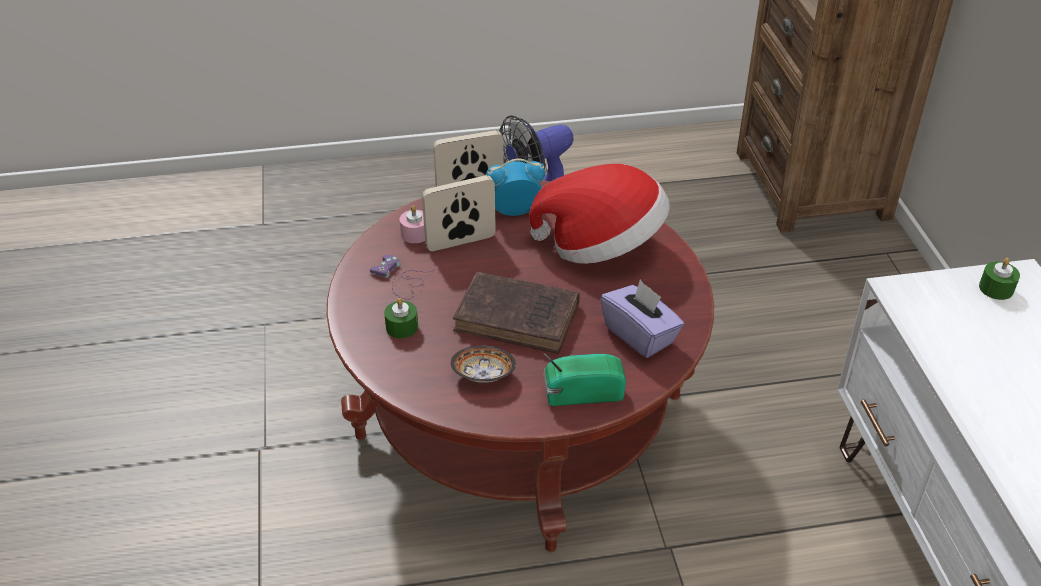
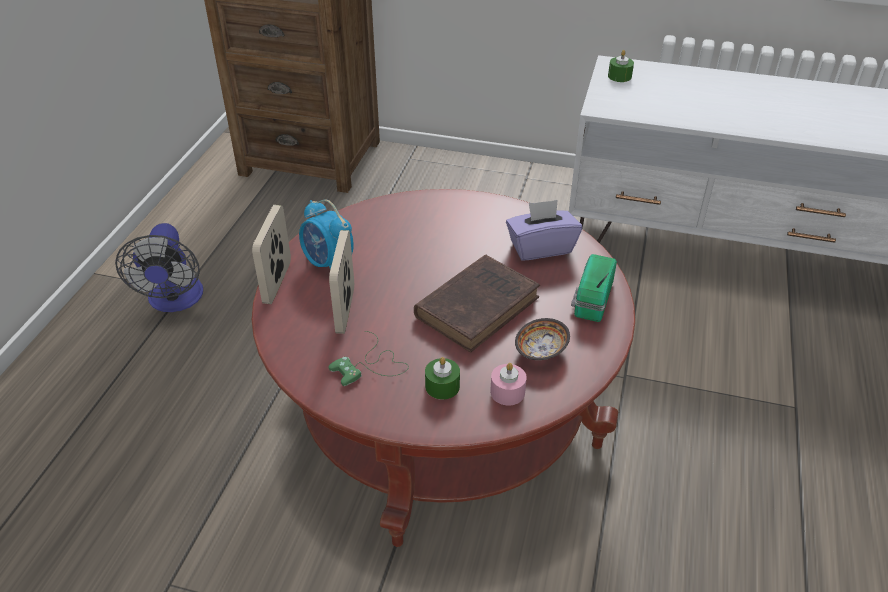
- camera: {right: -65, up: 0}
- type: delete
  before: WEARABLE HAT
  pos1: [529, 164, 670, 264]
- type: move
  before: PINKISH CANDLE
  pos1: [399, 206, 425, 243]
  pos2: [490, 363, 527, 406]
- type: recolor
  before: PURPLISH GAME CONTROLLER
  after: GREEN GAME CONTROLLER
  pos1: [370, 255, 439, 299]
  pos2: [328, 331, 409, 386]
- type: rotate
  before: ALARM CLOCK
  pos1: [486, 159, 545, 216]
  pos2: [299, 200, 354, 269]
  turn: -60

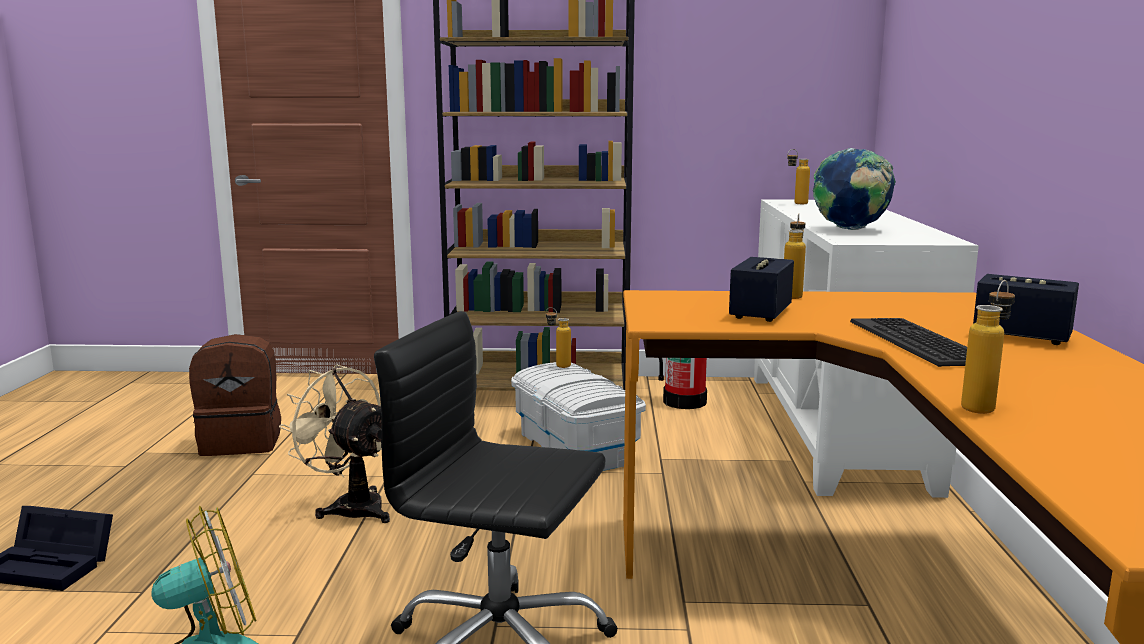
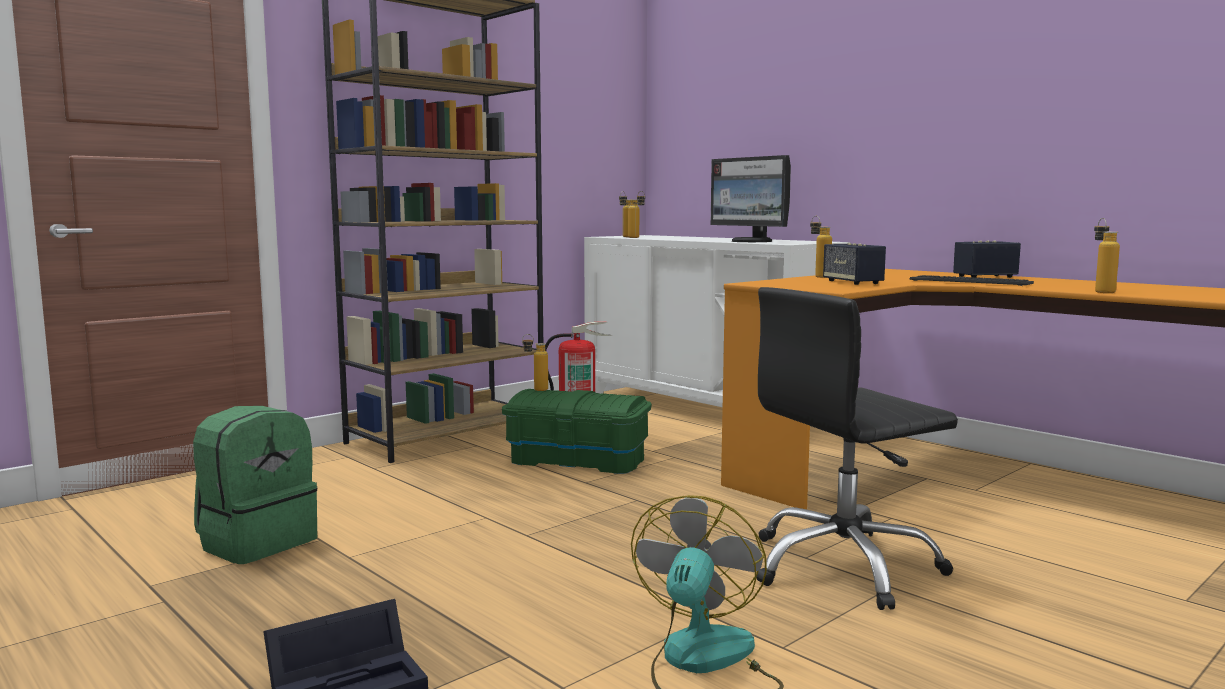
- camera: {right: -45, up: -5}
- type: delete
  before: BEIGE-COLOURED ELECTRIC FAN
  pos1: [279, 365, 390, 523]
- type: insert
  after: BOTTLE
  pos2: [628, 191, 645, 238]
- type: replace
  before: WORLD GLOBE
  after: COMPUTER DISPLAY
  pos1: [813, 148, 896, 230]
  pos2: [710, 155, 791, 242]
- type: recolor
  before: BROWN RUCKSACK
  after: GREEN RUCKSACK
  pos1: [189, 334, 281, 456]
  pos2: [193, 406, 317, 564]
- type: recolor
  before: WHITE-COLOURED STORAGE BOX
  after: GREEN STORAGE BOX
  pos1: [511, 362, 646, 471]
  pos2: [502, 389, 652, 474]

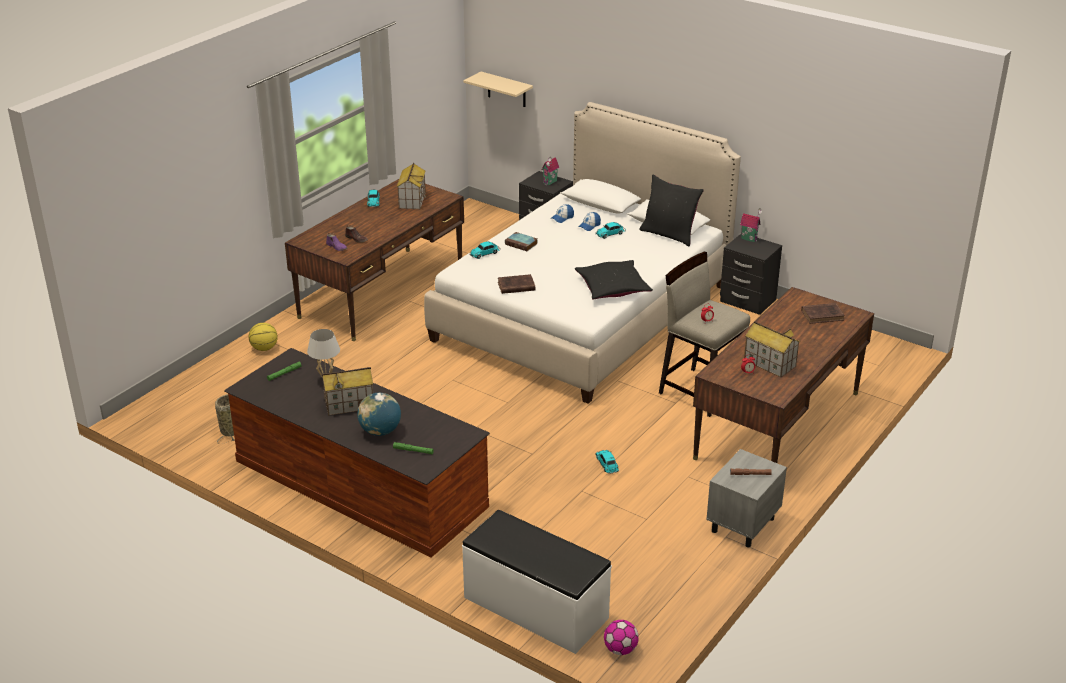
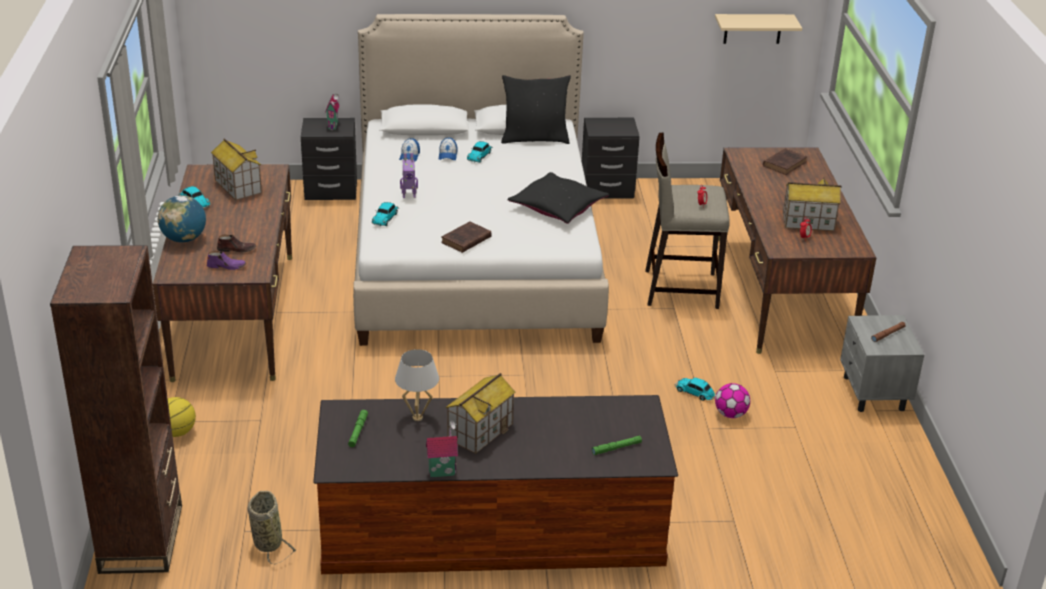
- camera: {right: -40, up: 0}
- type: delete
  before: WHITE-COLOURED LONG SEAT
  pos1: [462, 510, 612, 654]
- type: insert
  after: BROWN BOOKCASE
  pos2: [50, 245, 182, 574]
- type: move
  before: WORLD GLOBE
  pos1: [357, 393, 401, 436]
  pos2: [158, 195, 206, 243]
- type: move
  before: BEIGE-COLOURED BRACKET SHELF
  pos1: [463, 72, 533, 107]
  pos2: [715, 14, 802, 44]
- type: move
  before: BALL FOR FOOTBALL
  pos1: [604, 620, 639, 655]
  pos2: [715, 383, 750, 418]
- type: move
  before: MODEL HOUSE
  pos1: [740, 208, 762, 242]
  pos2: [426, 420, 458, 477]
- type: replace
  before: BOUND BOOK
  after: MODEL ROBOT
  pos1: [505, 232, 538, 251]
  pos2: [400, 153, 418, 198]

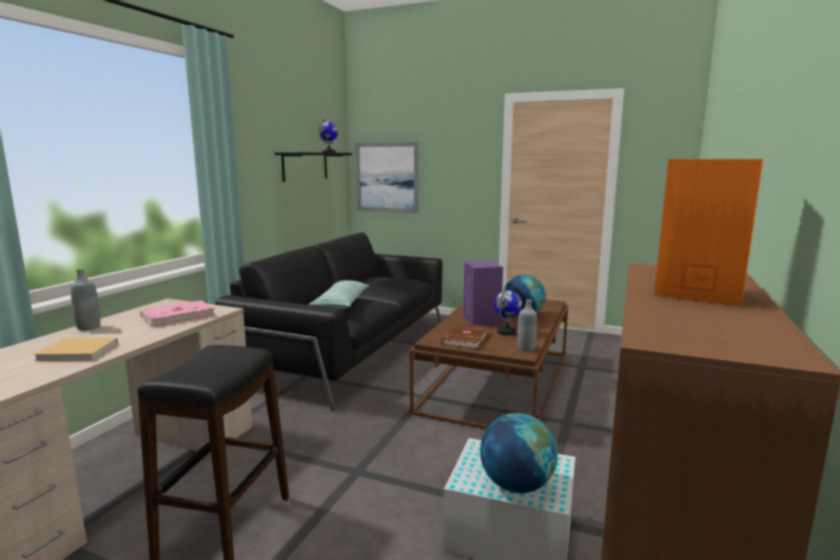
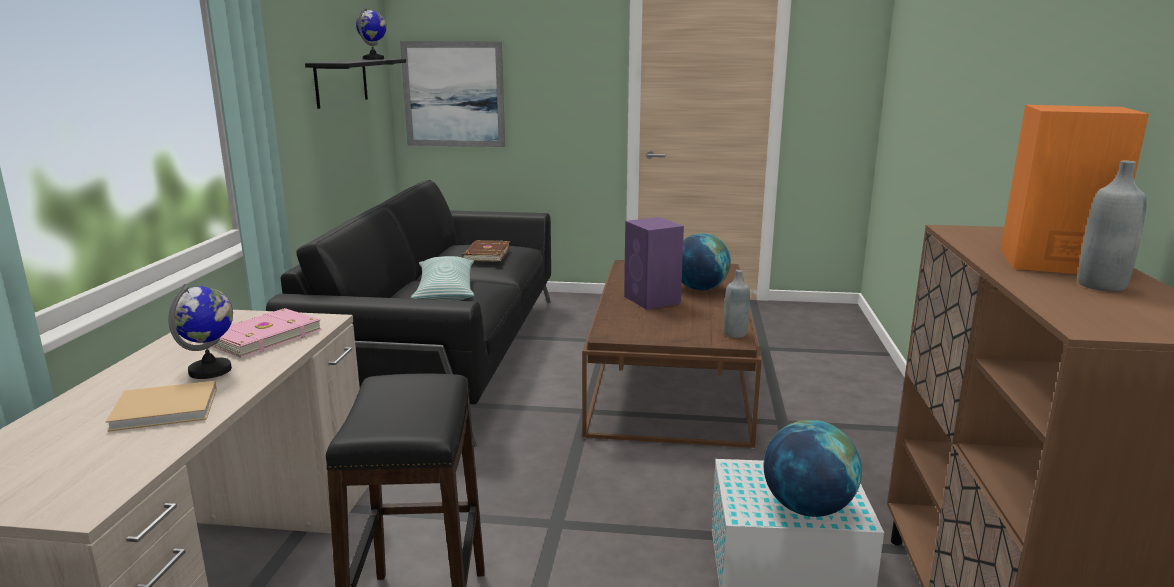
- camera: {right: -15, up: 5}
- type: move
  before: GREYISH BOTTLE
  pos1: [70, 269, 101, 330]
  pos2: [1078, 161, 1147, 292]
- type: move
  before: BROWN BOUND BOOK
  pos1: [442, 323, 489, 349]
  pos2: [462, 240, 511, 262]
- type: move
  before: WORLD GLOBE
  pos1: [495, 289, 522, 335]
  pos2: [168, 284, 233, 379]

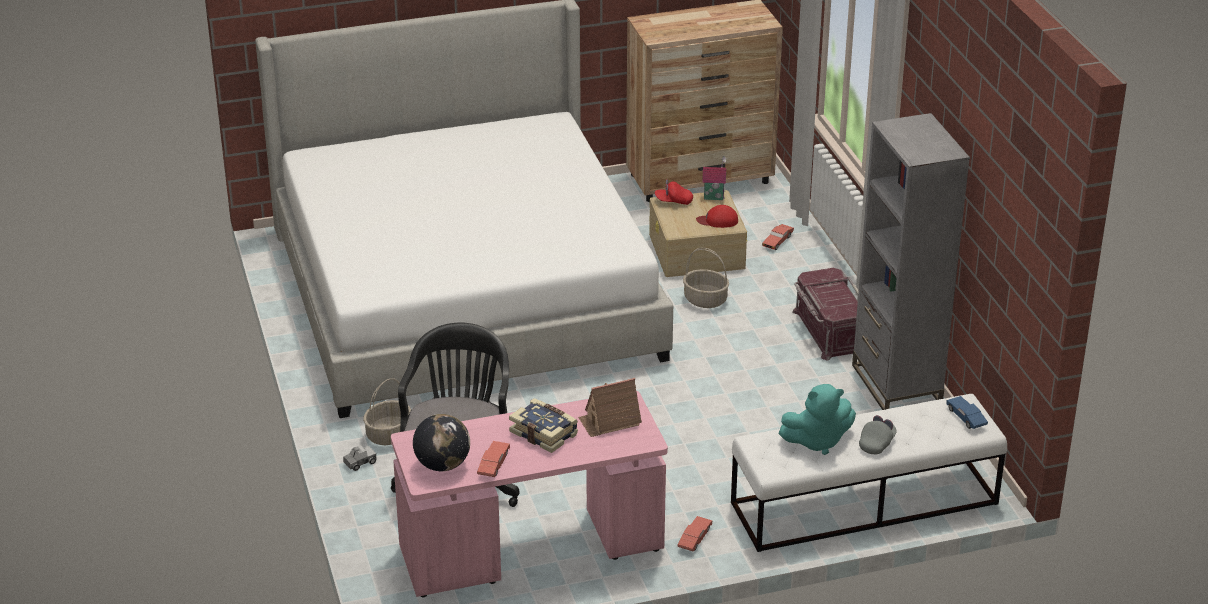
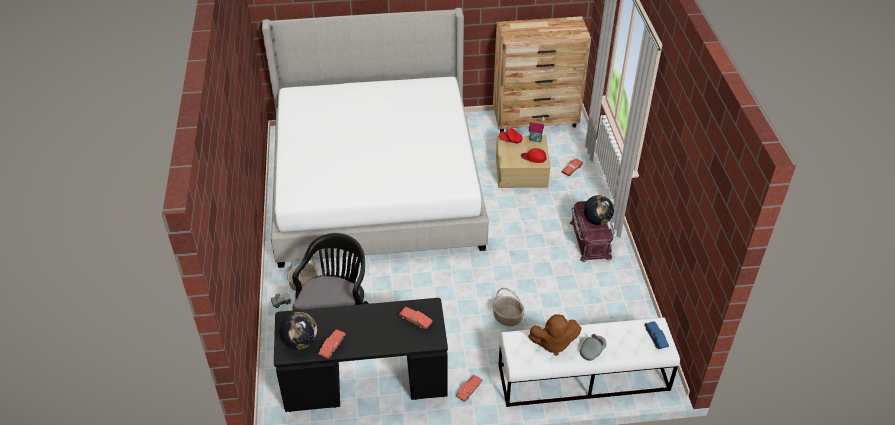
- camera: {right: 10, up: 10}
- type: delete
  before: BOUND BOOK
  pos1: [509, 398, 578, 453]
- type: delete
  before: GREYISH BOOKCASE
  pos1: [852, 113, 970, 410]
- type: insert
  after: WORLD GLOBE
  pos2: [584, 195, 614, 225]
- type: move
  before: HOUSEHOLD BASKET
  pos1: [683, 248, 729, 308]
  pos2: [493, 288, 524, 326]
- type: replace
  before: MODEL HOUSE
  after: RED-COLOURED TOY CAR
  pos1: [578, 378, 642, 437]
  pos2: [399, 307, 433, 329]
- type: recolor
  before: PINKISH DESK UNIT
  after: BLACKISH DESK UNIT
  pos1: [391, 391, 668, 597]
  pos2: [274, 298, 448, 412]
- type: recolor
  before: BLUE-GREEN CUDDLY TOY
  after: BROWN CUDDLY TOY
  pos1: [778, 384, 856, 455]
  pos2: [528, 314, 582, 356]

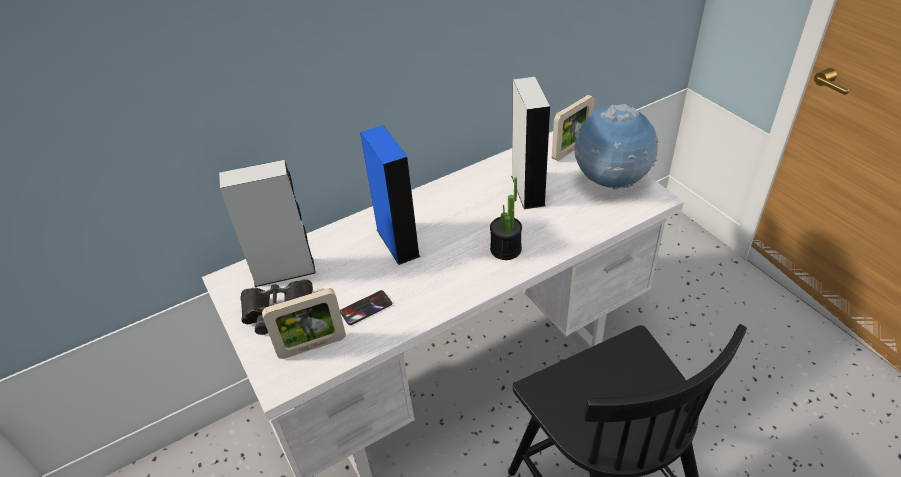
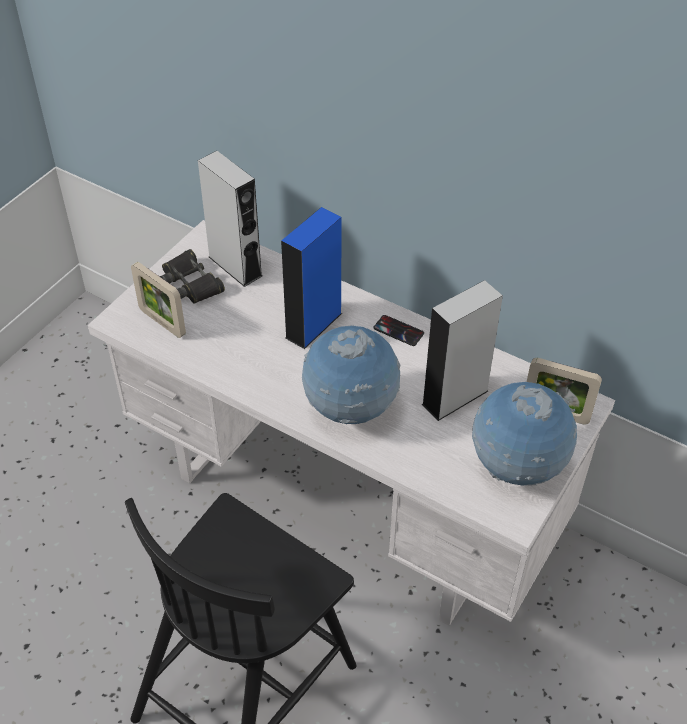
- camera: {right: 60, up: 5}
- type: move
  before: PHONE
  pos1: [340, 290, 392, 325]
  pos2: [373, 315, 424, 346]
- type: replace
  before: PLANT IN A POT
  after: WORLD GLOBE
  pos1: [490, 177, 522, 260]
  pos2: [302, 325, 401, 425]

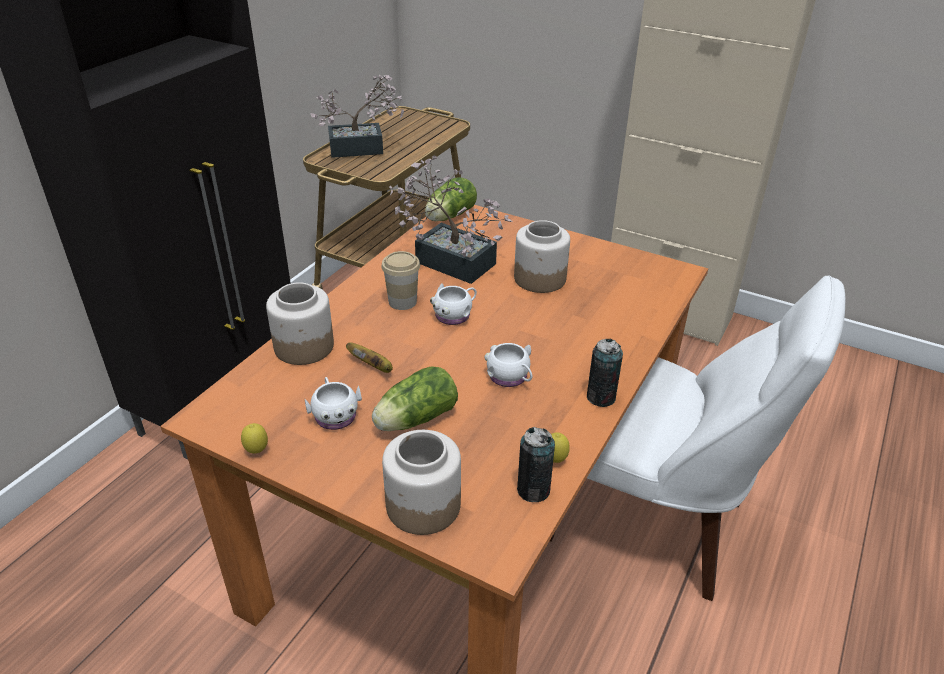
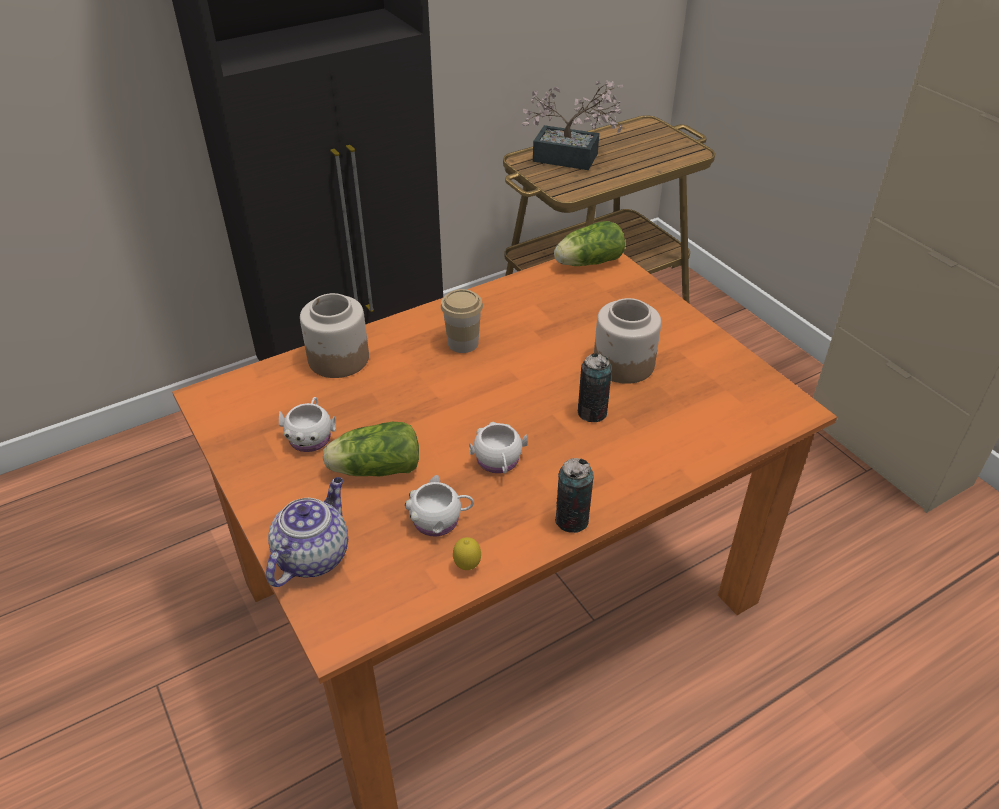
- camera: {right: 30, up: 5}
- type: delete
  before: WHOLE LEMON
  pos1: [241, 423, 268, 453]
- type: delete
  before: BANANA
  pos1: [346, 342, 393, 373]
- type: delete
  before: PLANT IN A POT
  pos1: [389, 156, 512, 284]
- type: delete
  before: WHITE-COLOURED PLAIN CHAIR
  pos1: [550, 275, 845, 601]
- type: move
  before: WHITE-COLOURED TEA MUG
  pos1: [430, 283, 477, 325]
  pos2: [405, 475, 474, 537]
- type: move
  before: SEALED CAN
  pos1: [517, 427, 555, 502]
  pos2: [578, 353, 612, 422]
- type: replace
  before: PRESERVE JAR
  after: POT FOR TEA
  pos1: [382, 430, 461, 535]
  pos2: [266, 477, 348, 587]

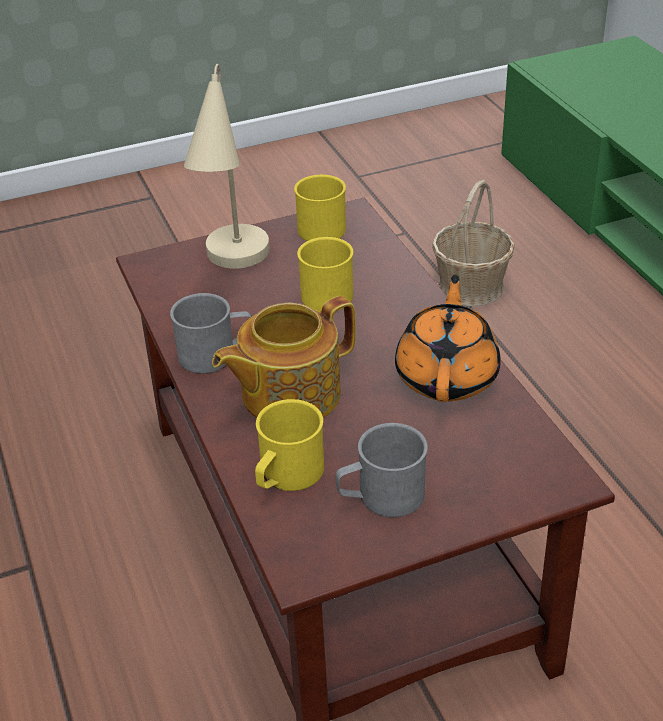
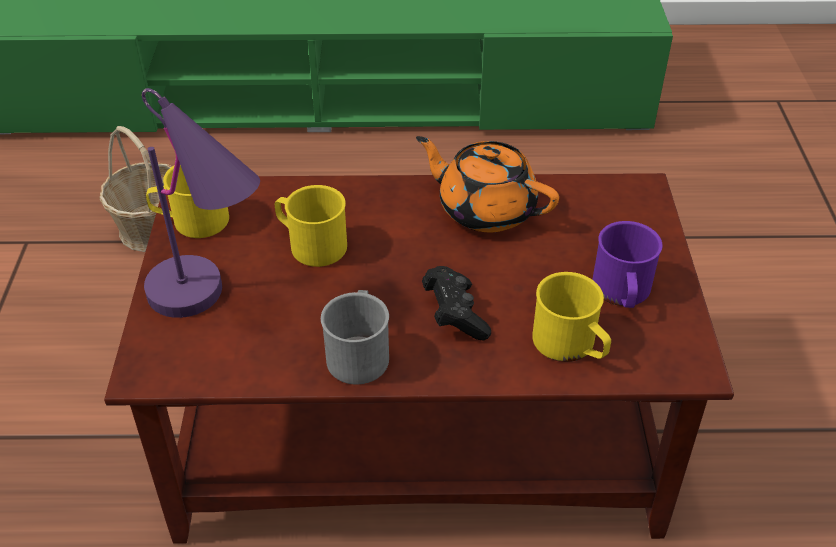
- camera: {right: -70, up: 5}
- type: replace
  before: POT FOR TEA
  after: BLACKISH GAME CONTROLLER
  pos1: [212, 296, 356, 418]
  pos2: [422, 266, 491, 341]
- type: recolor
  before: BEIGE-COLOURED LAMP FOR A TABLE
  after: PURPLISH LAMP FOR A TABLE
  pos1: [184, 64, 270, 269]
  pos2: [142, 88, 260, 318]
- type: recolor
  before: GREYISH TEA MUG
  after: PURPLISH TEA MUG
  pos1: [336, 423, 428, 517]
  pos2: [592, 221, 663, 308]

